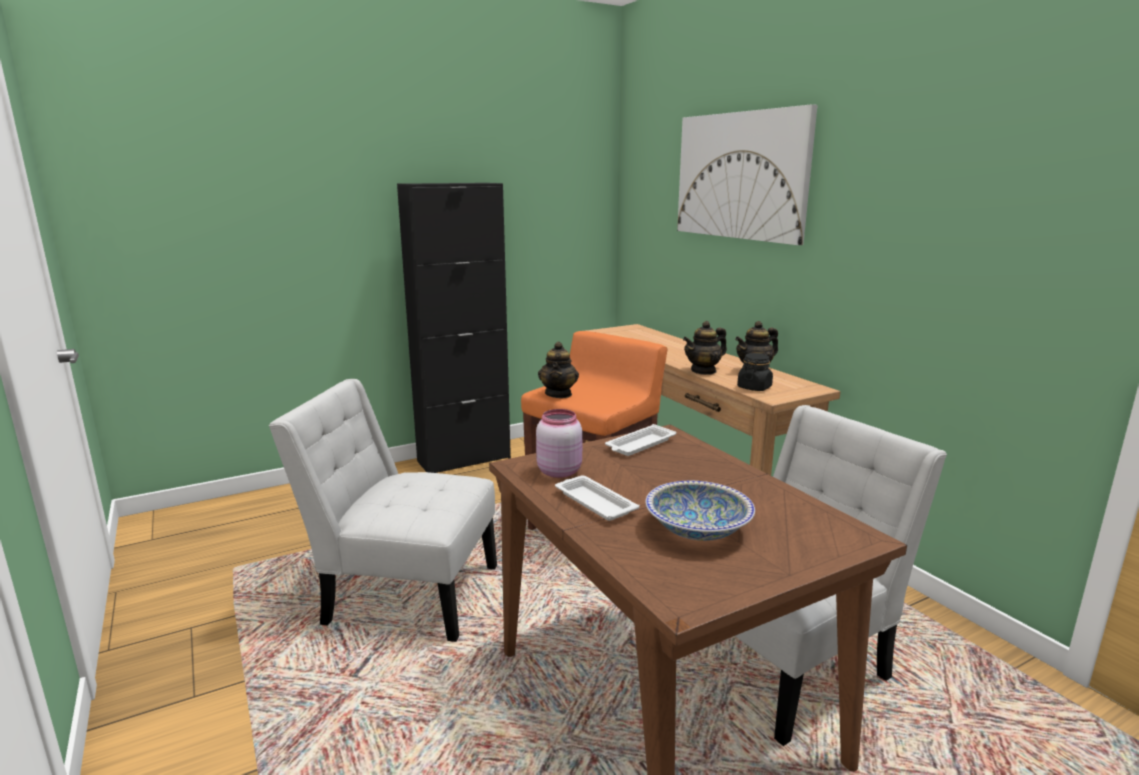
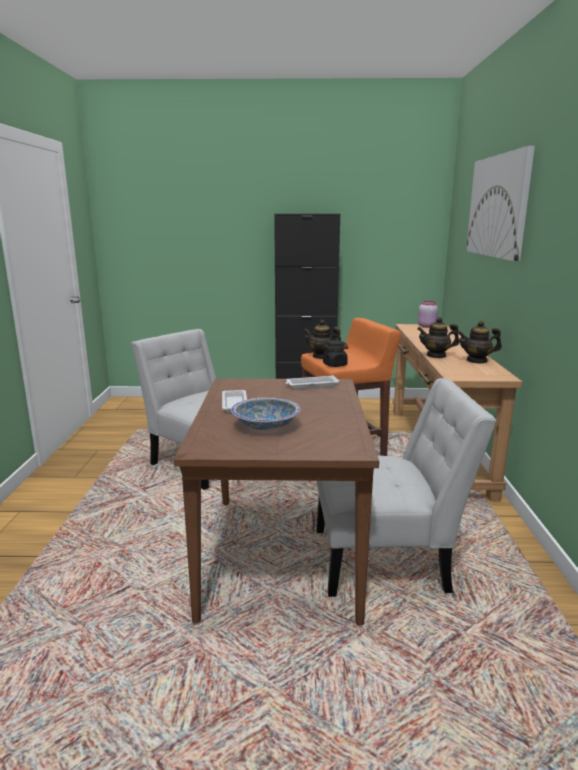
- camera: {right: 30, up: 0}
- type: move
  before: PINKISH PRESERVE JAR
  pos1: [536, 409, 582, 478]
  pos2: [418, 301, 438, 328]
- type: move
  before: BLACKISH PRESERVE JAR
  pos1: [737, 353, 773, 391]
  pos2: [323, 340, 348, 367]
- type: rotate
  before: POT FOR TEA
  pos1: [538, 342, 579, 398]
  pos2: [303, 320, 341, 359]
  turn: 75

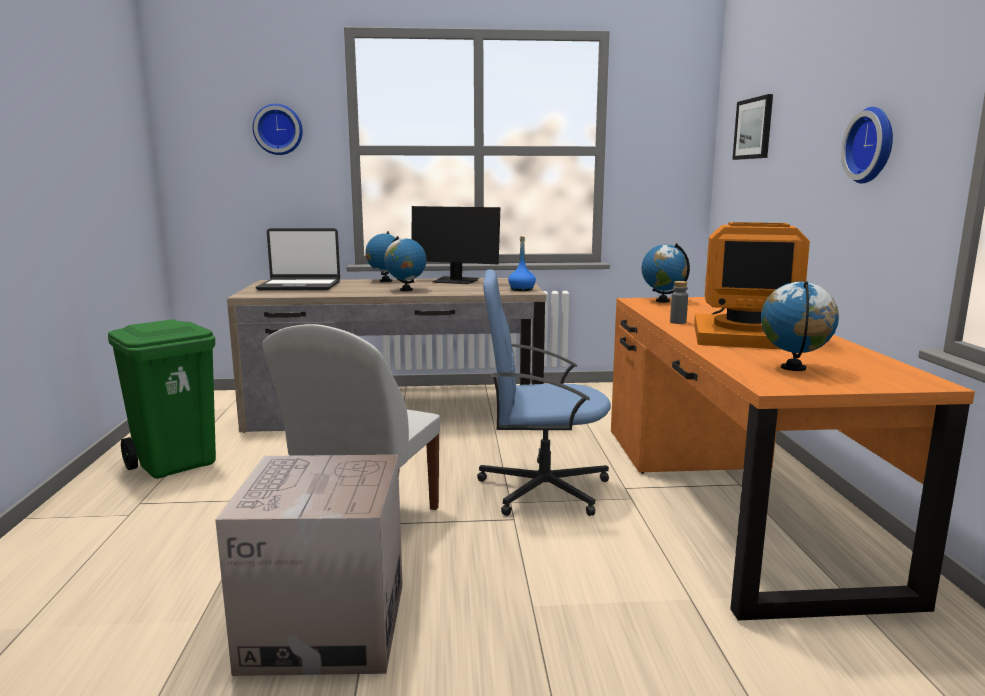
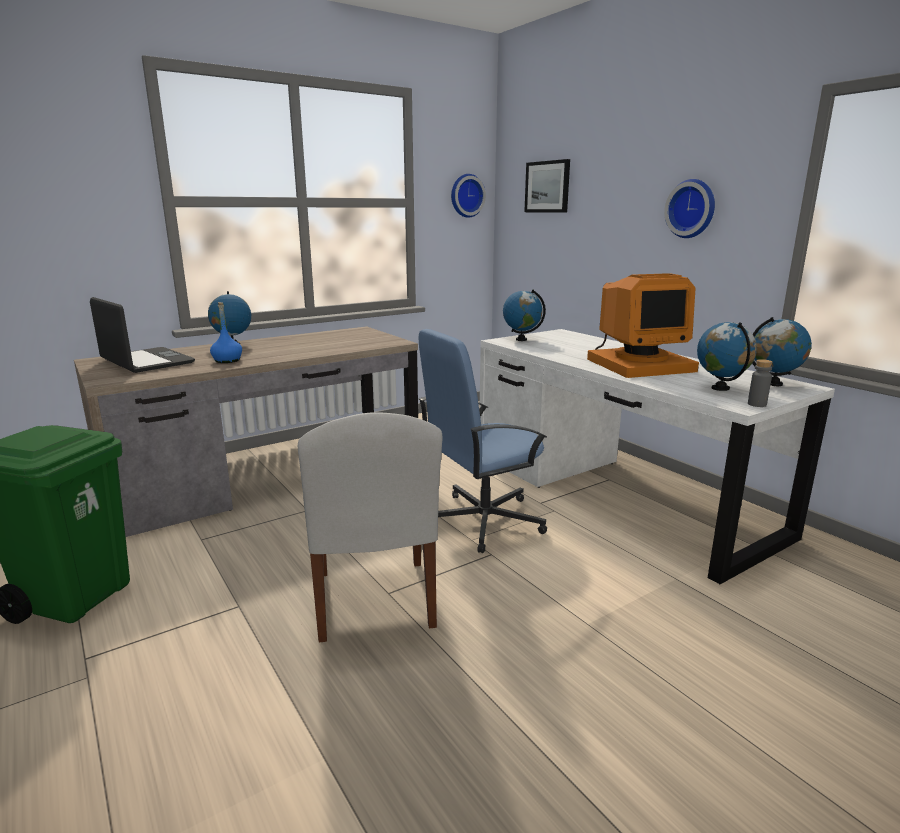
- camera: {right: -30, up: 5}
- type: delete
  before: CARDBOARD BOX
  pos1: [215, 455, 403, 676]
- type: delete
  before: COMPUTER DISPLAY
  pos1: [411, 206, 500, 284]
- type: move
  before: WALL CLOCK
  pos1: [253, 104, 303, 155]
  pos2: [451, 174, 486, 218]
- type: move
  before: WORLD GLOBE
  pos1: [384, 236, 426, 291]
  pos2: [752, 317, 812, 386]
- type: move
  before: BLUE BOTTLE
  pos1: [508, 236, 536, 291]
  pos2: [210, 302, 242, 363]
- type: move
  before: GREYISH BOTTLE
  pos1: [670, 281, 688, 324]
  pos2: [748, 359, 772, 407]
- type: recolor
  before: ORANGE DESK UNIT
  after: WHITE-COLOURED DESK UNIT
  pos1: [611, 297, 975, 621]
  pos2: [479, 329, 835, 584]
- type: rotate
  before: LAPTOP
  pos1: [256, 228, 340, 290]
  pos2: [90, 297, 195, 373]
  turn: -105

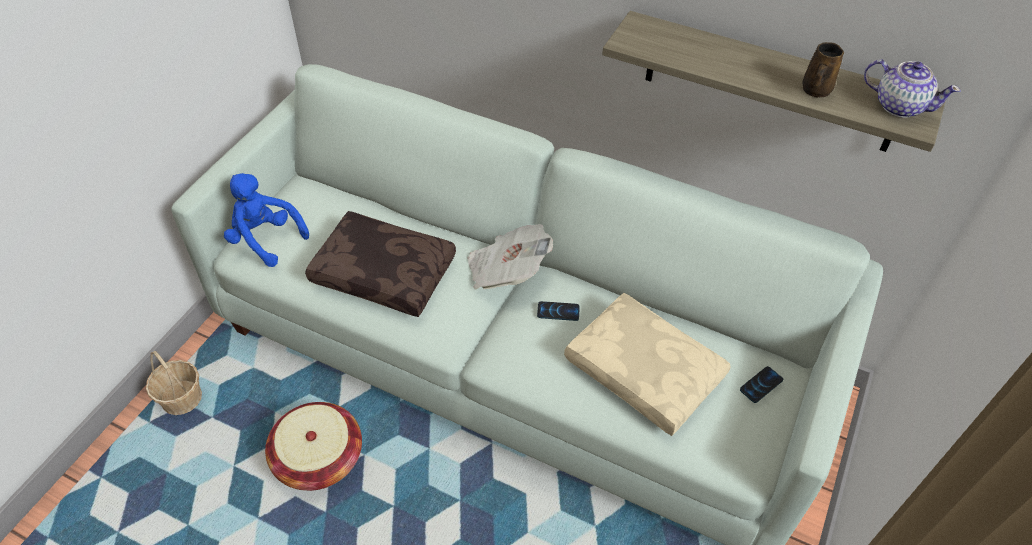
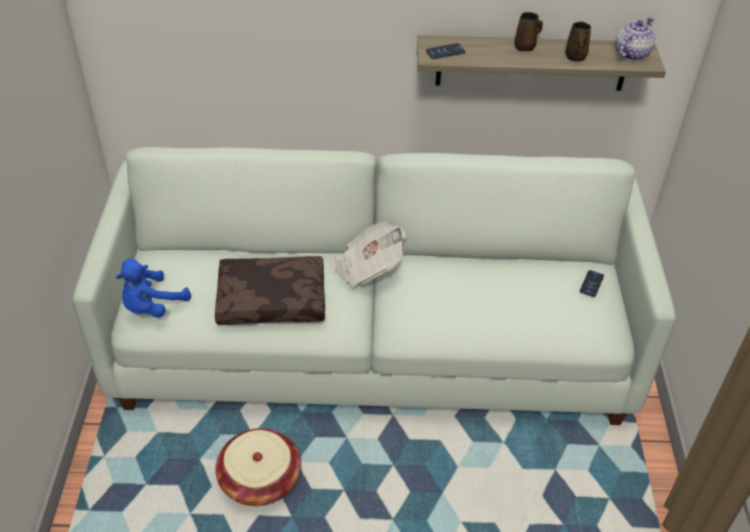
- camera: {right: -25, up: -5}
- type: delete
  before: HOUSEHOLD BASKET
  pos1: [146, 351, 202, 415]
- type: delete
  before: BEIGE-COLOURED THROW PILLOW
  pos1: [564, 293, 731, 436]
- type: insert
  after: BROWN TEA MUG
  pos2: [514, 12, 543, 51]
- type: move
  before: PHONE
  pos1: [537, 301, 580, 321]
  pos2: [426, 43, 465, 59]
- type: rotate
  before: BLUE CUDDLY TOY
  pos1: [224, 173, 309, 267]
  pos2: [116, 259, 191, 318]
  turn: -60
- type: rotate
  before: POT FOR TEA
  pos1: [864, 59, 961, 118]
  pos2: [615, 17, 655, 60]
  turn: -60

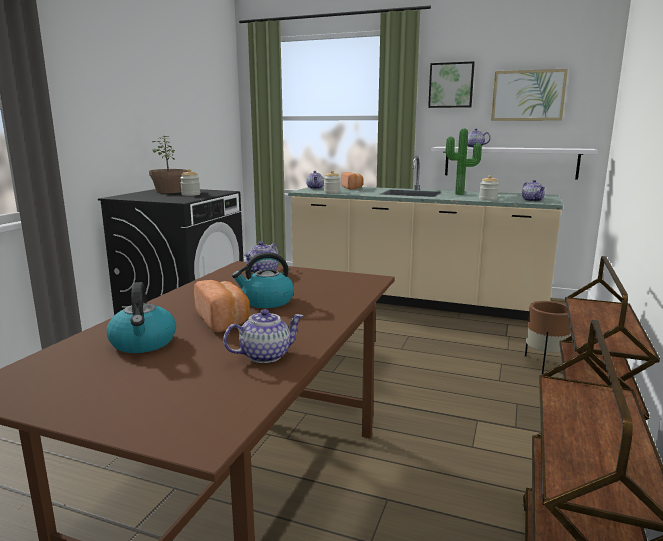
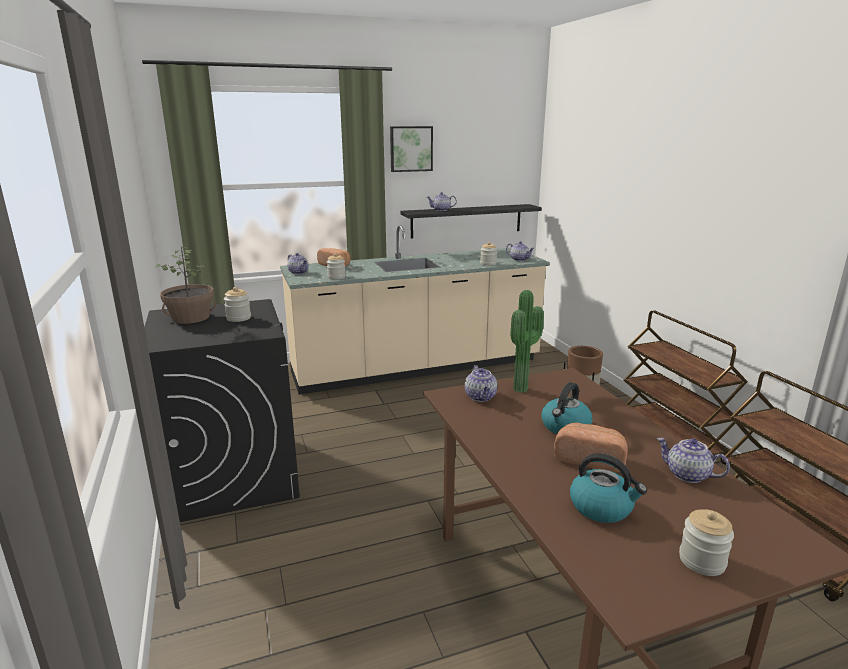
- camera: {right: -40, up: 5}
- type: delete
  before: PICTURE
  pos1: [491, 69, 568, 121]
- type: insert
  after: PRESERVE JAR
  pos2: [679, 509, 734, 576]
- type: move
  before: PLANT IN A POT
  pos1: [446, 128, 482, 195]
  pos2: [510, 290, 544, 393]
- type: recolor
  before: WHITE-COLOURED BRACKET SHELF
  after: BLACKISH BRACKET SHELF
  pos1: [432, 147, 598, 179]
  pos2: [400, 204, 542, 238]
- type: rotate
  before: POT FOR TEA
  pos1: [223, 309, 303, 363]
  pos2: [657, 437, 730, 483]
  turn: -75

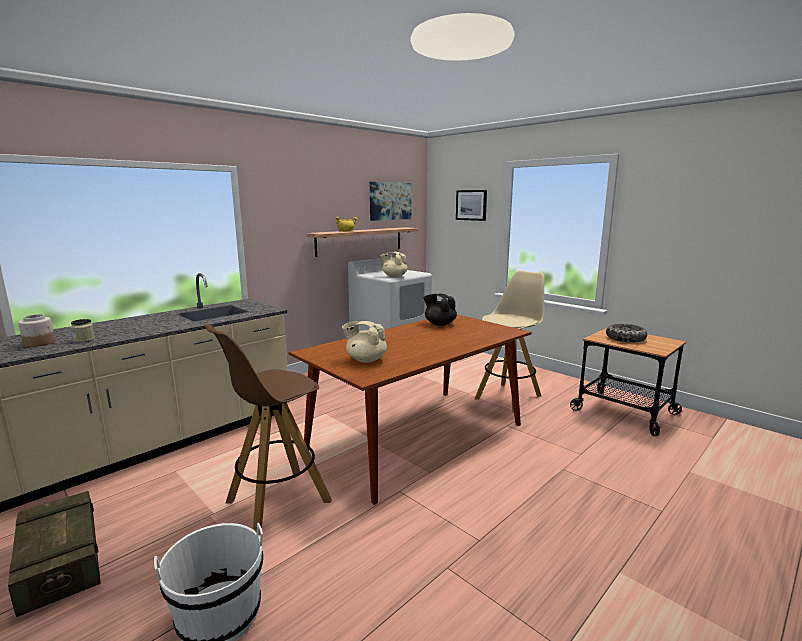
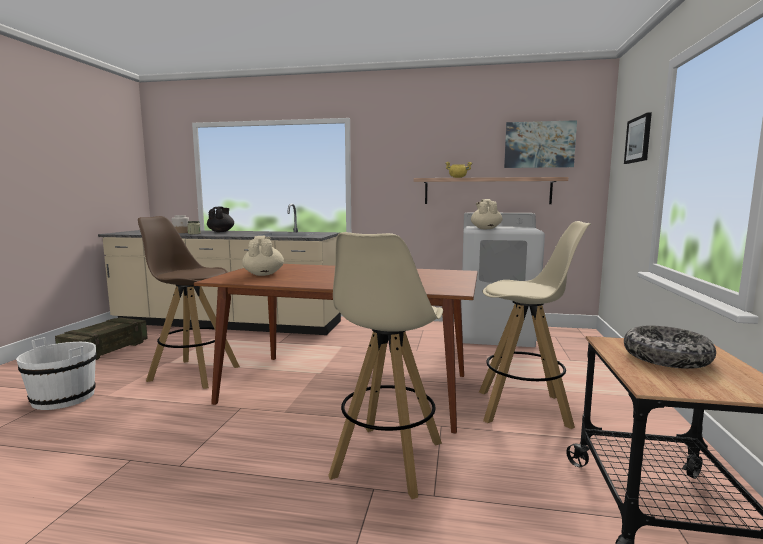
- camera: {right: 55, up: -5}
- type: insert
  after: BEIGE-COLOURED STOOL SEAT
  pos2: [328, 232, 443, 499]
- type: move
  before: BLACKISH POT FOR TEA
  pos1: [423, 294, 457, 326]
  pos2: [207, 207, 234, 232]

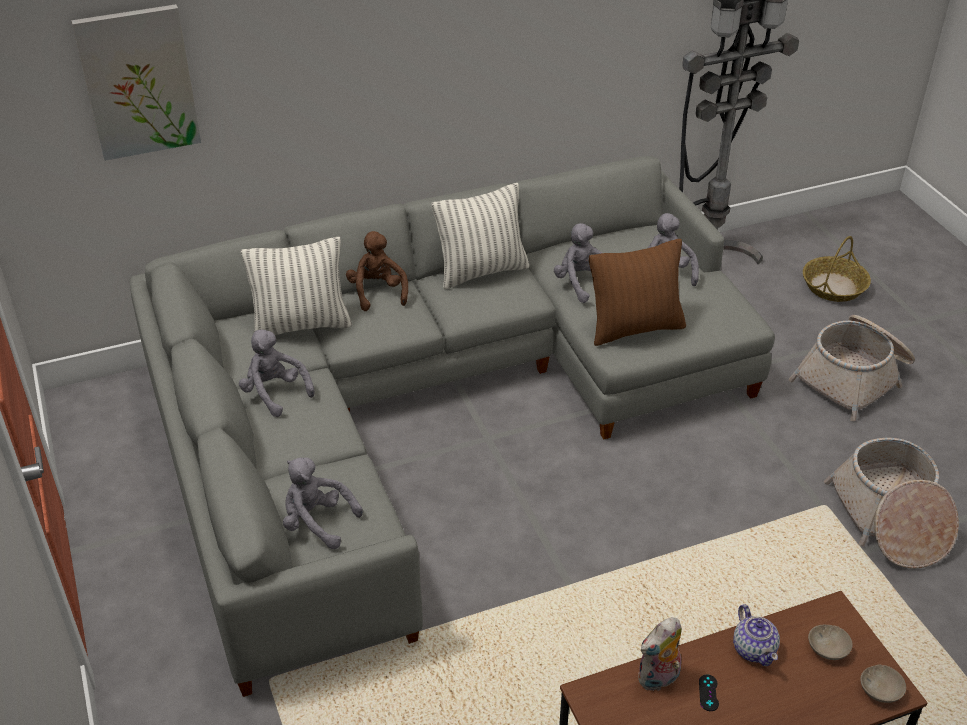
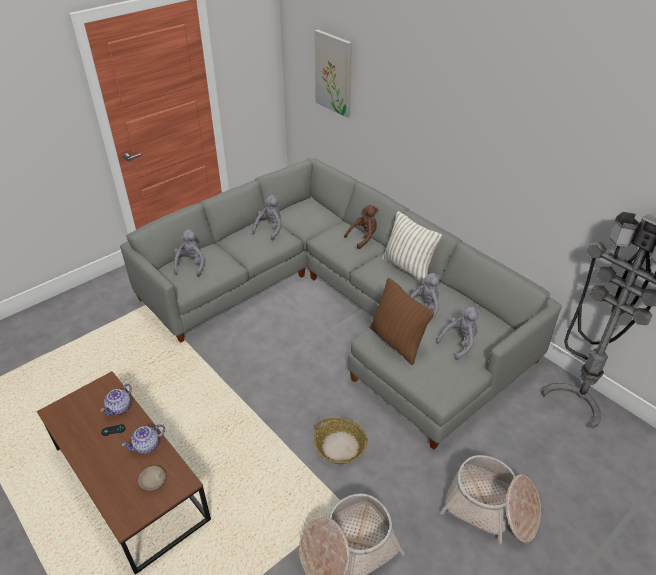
- camera: {right: 70, up: 0}
- type: delete
  before: THROW PILLOW
  pos1: [241, 237, 352, 335]
- type: delete
  before: BEIGE-COLOURED SERVING BOWL
  pos1: [861, 664, 906, 703]
- type: move
  before: HOUSEHOLD BASKET
  pos1: [803, 236, 871, 302]
  pos2: [314, 417, 368, 464]
- type: replace
  before: CUDDLY TOY
  after: POT FOR TEA
  pos1: [638, 617, 682, 691]
  pos2: [100, 384, 132, 416]

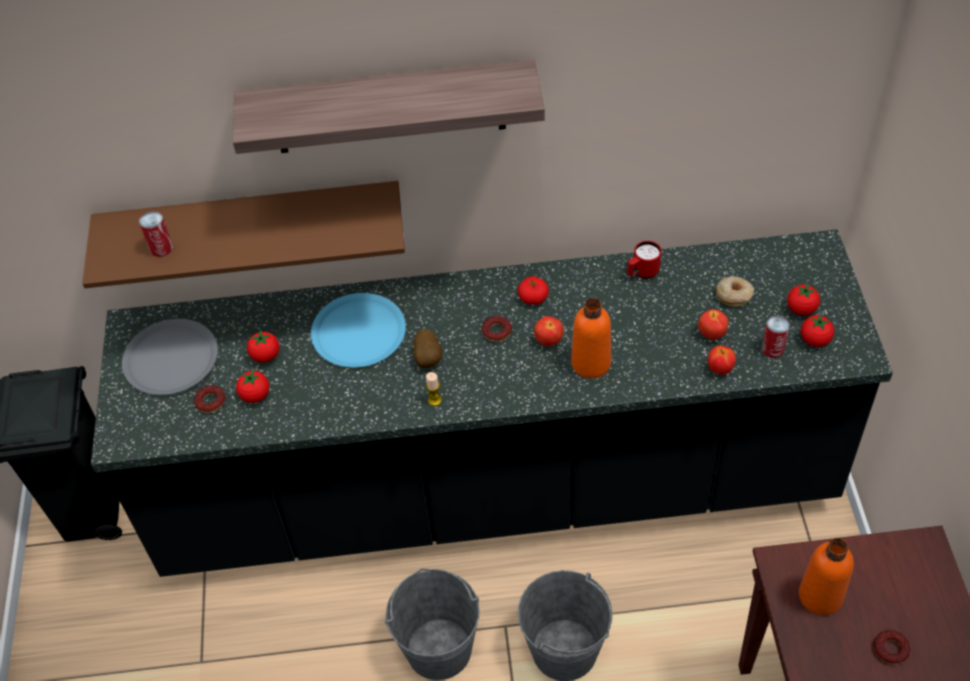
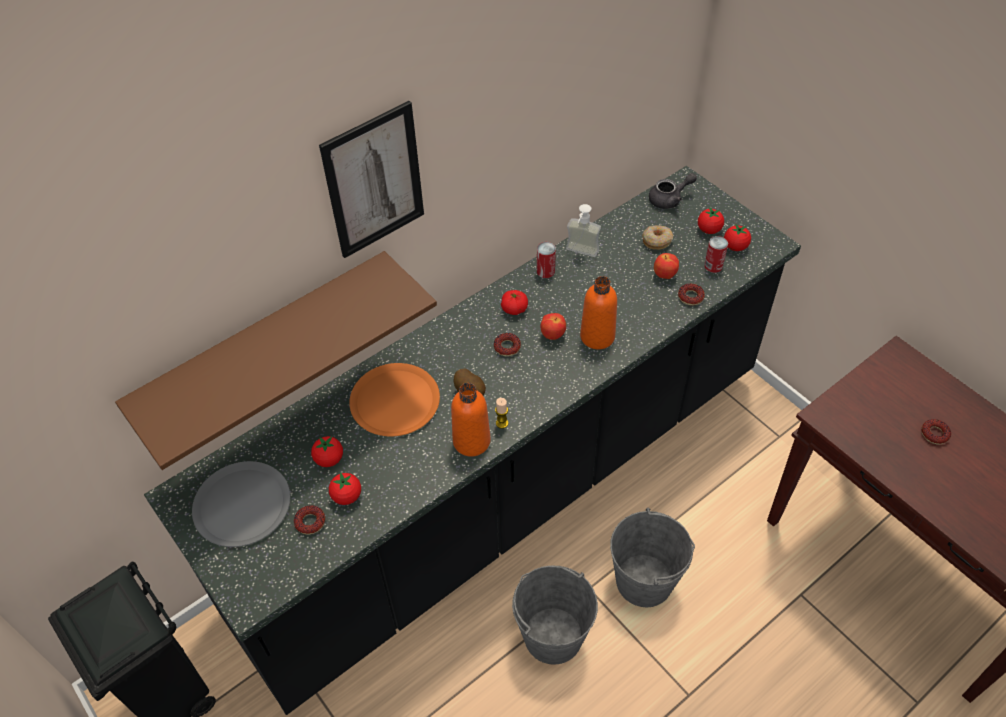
- camera: {right: -35, up: 0}
- type: insert
  after: GREYISH POT FOR TEA
  pos2: [649, 173, 697, 209]
- type: move
  before: SEALED CAN
  pos1: [139, 211, 173, 257]
  pos2: [537, 242, 556, 278]
- type: move
  before: ORANGE BOTTLE
  pos1: [799, 538, 854, 615]
  pos2: [451, 383, 491, 457]
- type: replace
  before: BRACKET SHELF
  after: PICTURE
  pos1: [233, 59, 545, 154]
  pos2: [319, 101, 424, 258]
- type: replace
  before: RED-COLOURED TEA MUG
  after: LIQUID SOAP BOTTLE
  pos1: [627, 241, 662, 279]
  pos2: [566, 204, 601, 257]
- type: replace
  before: APPLE FRUIT
  after: DONUT
  pos1: [708, 345, 736, 375]
  pos2: [678, 283, 705, 305]
- type: recolor
  before: BLUE PLATE
  after: ORANGE PLATE
  pos1: [311, 293, 406, 368]
  pos2: [349, 363, 440, 437]

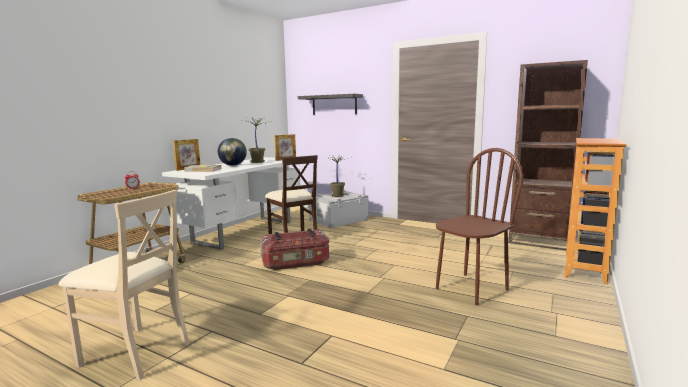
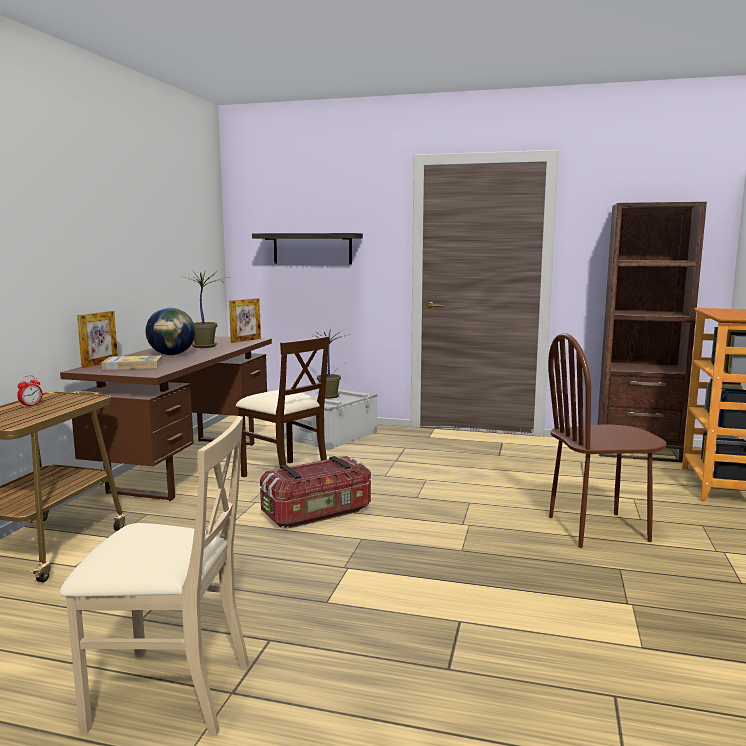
- camera: {right: -15, up: 0}
- type: recolor
  before: WHITE-COLOURED DESK UNIT
  after: BROWN DESK UNIT
  pos1: [162, 157, 300, 250]
  pos2: [60, 336, 272, 501]
- type: rotate
  before: BROWN PLAIN CHAIR
  pos1: [436, 148, 523, 305]
  pos2: [548, 333, 666, 548]
  turn: -135

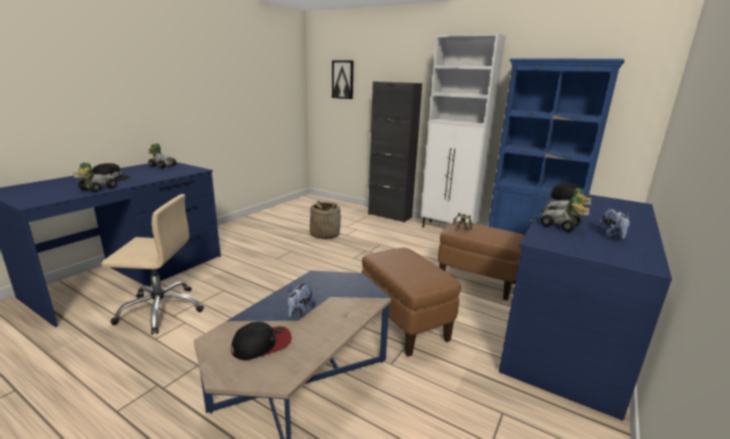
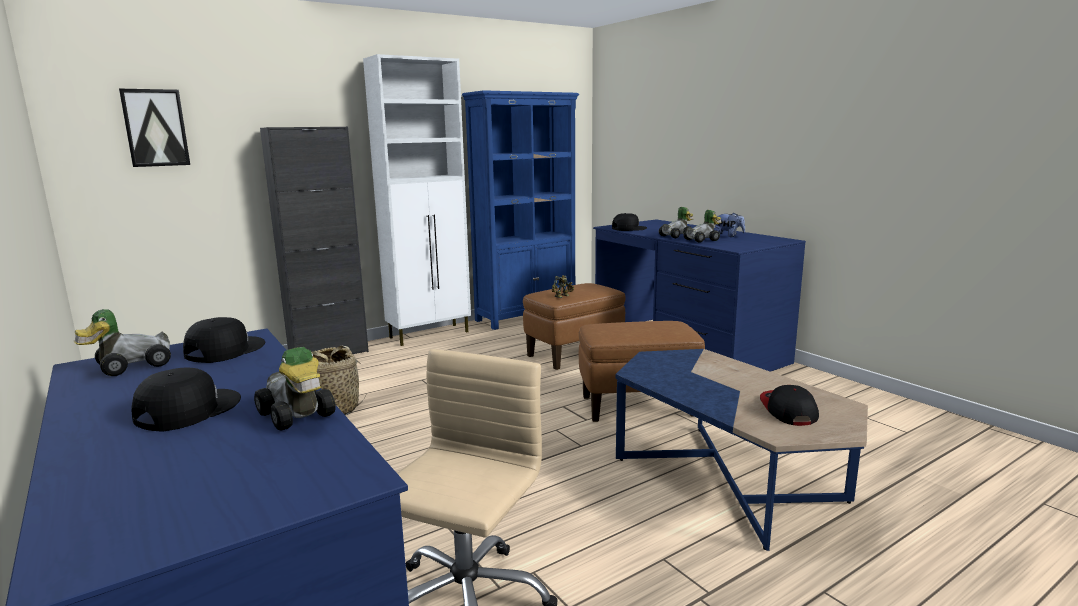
- camera: {right: -65, up: -5}
- type: delete
  before: CUDDLY TOY
  pos1: [287, 282, 316, 318]
- type: insert
  after: BLACKISH PEAKED CAP
  pos2: [183, 317, 265, 363]

